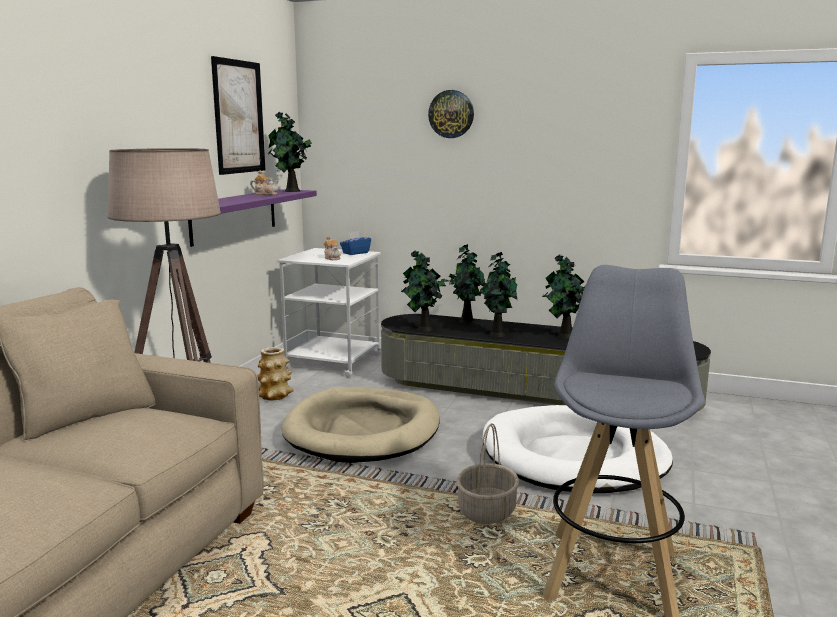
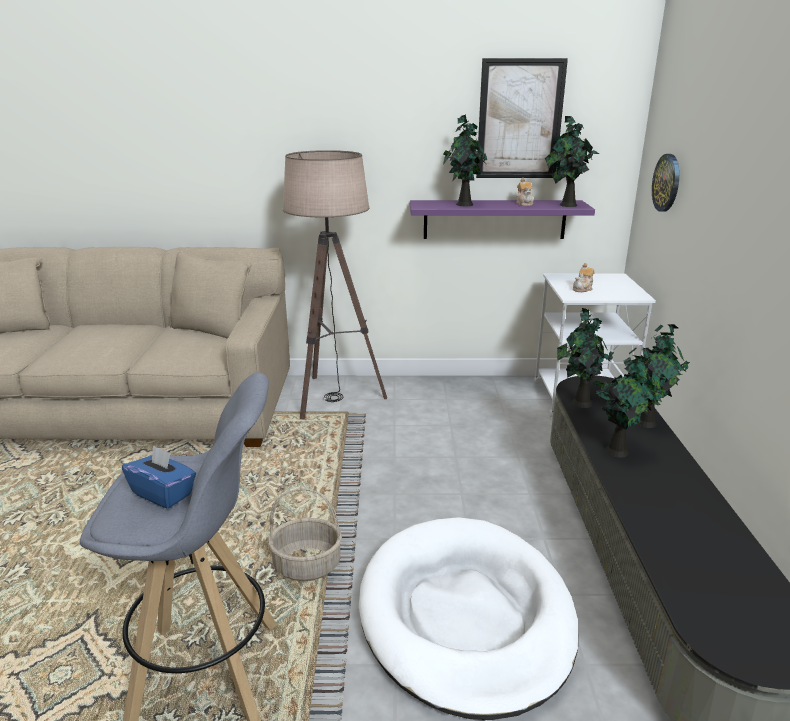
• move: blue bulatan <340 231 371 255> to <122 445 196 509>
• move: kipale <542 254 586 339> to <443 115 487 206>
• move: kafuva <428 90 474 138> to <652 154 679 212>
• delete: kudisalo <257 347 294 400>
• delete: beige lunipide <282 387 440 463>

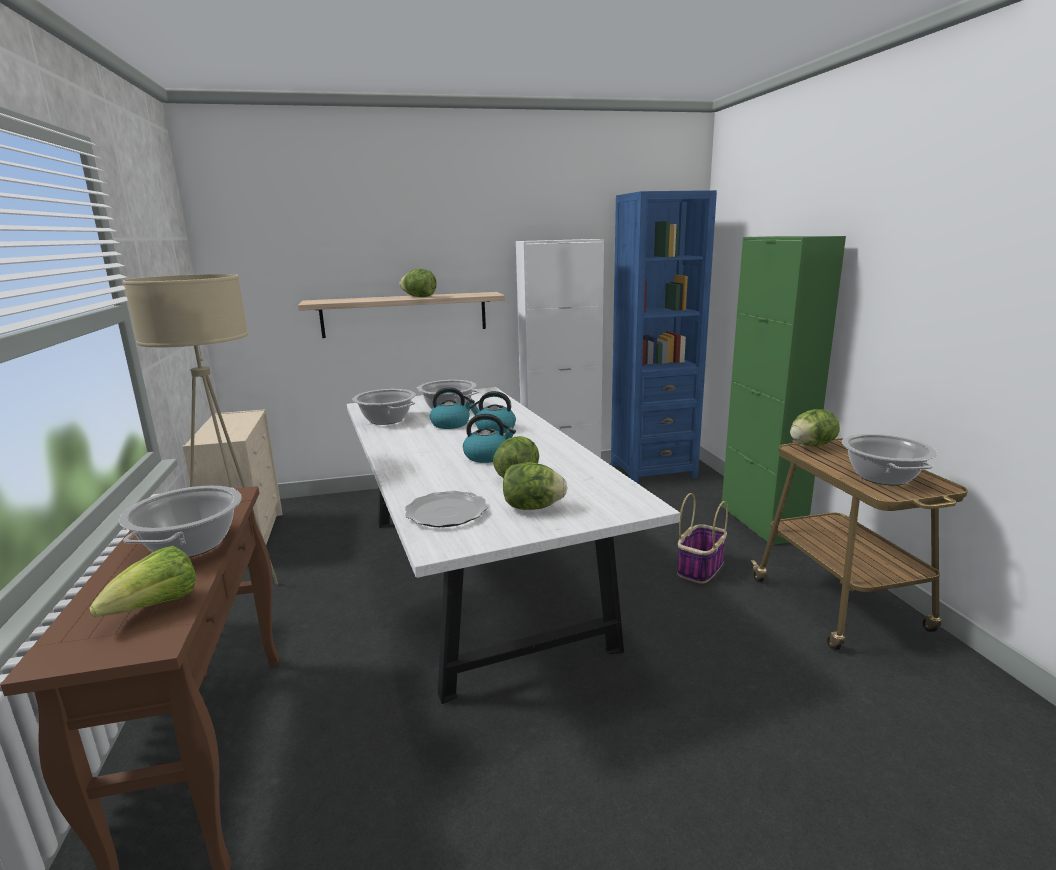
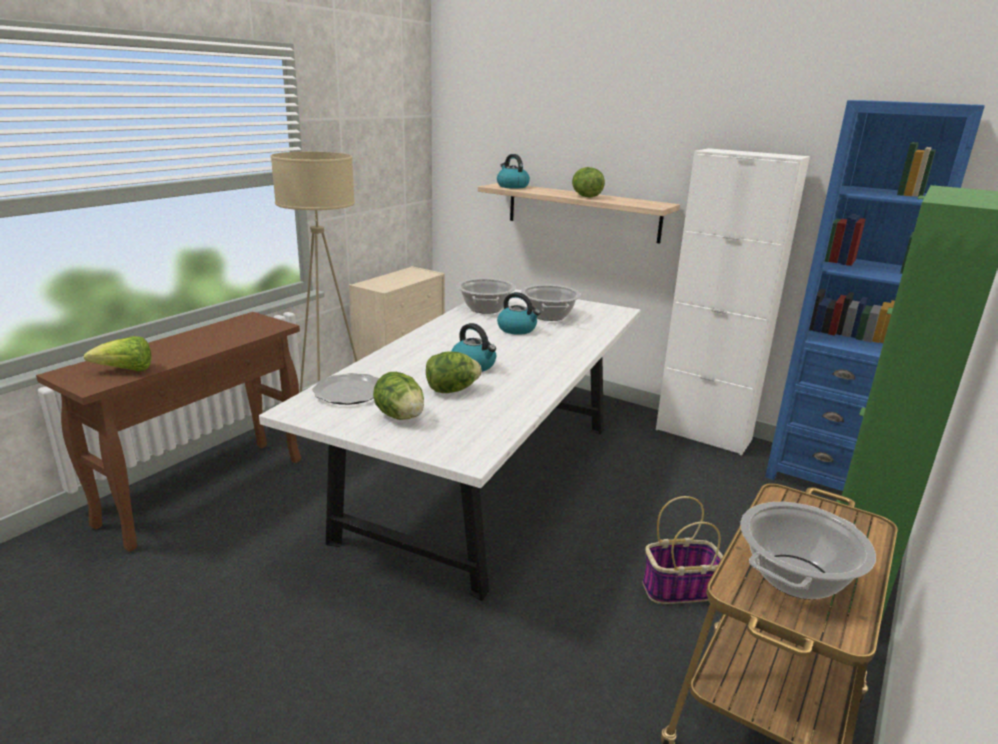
• move: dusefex <469 391 516 433> to <497 154 530 189>
• delete: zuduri <119 486 242 557>
• delete: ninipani <790 409 840 446>

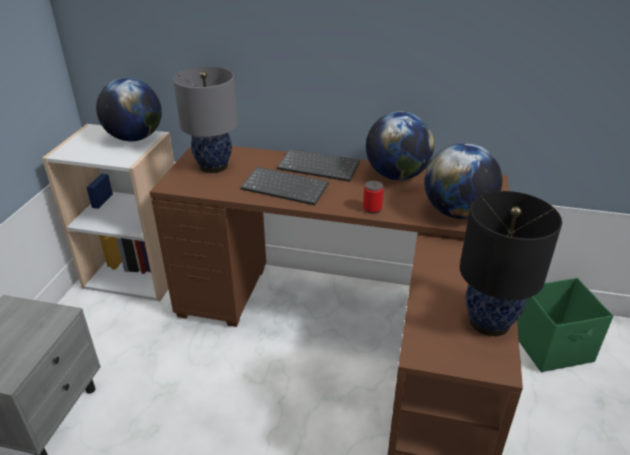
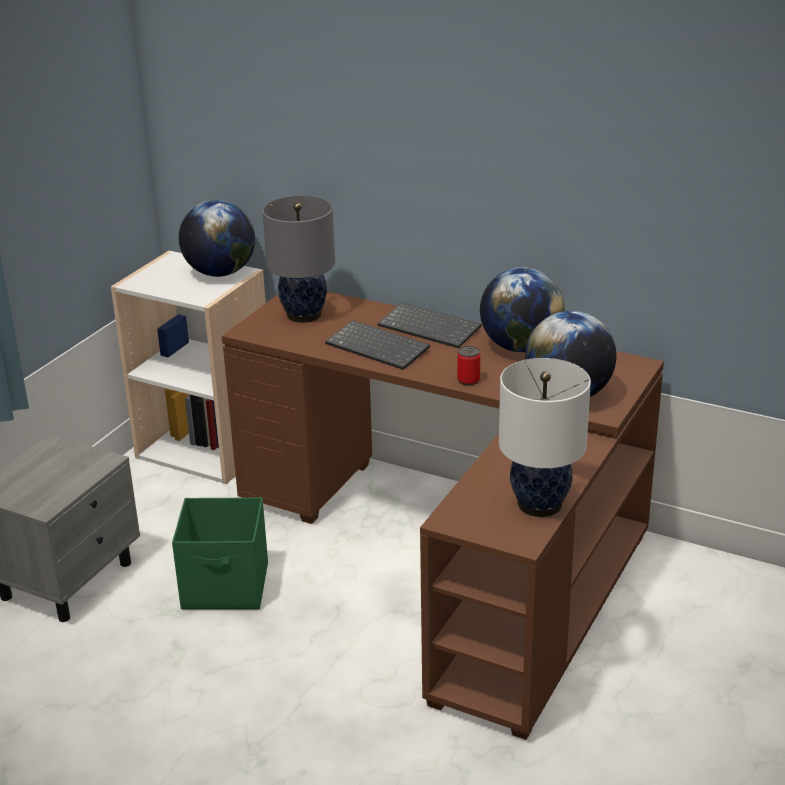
• move: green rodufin <517 278 613 372> to <172 497 268 610>
• recolor: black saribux <460 191 562 336> to white saribux <499 358 591 517>

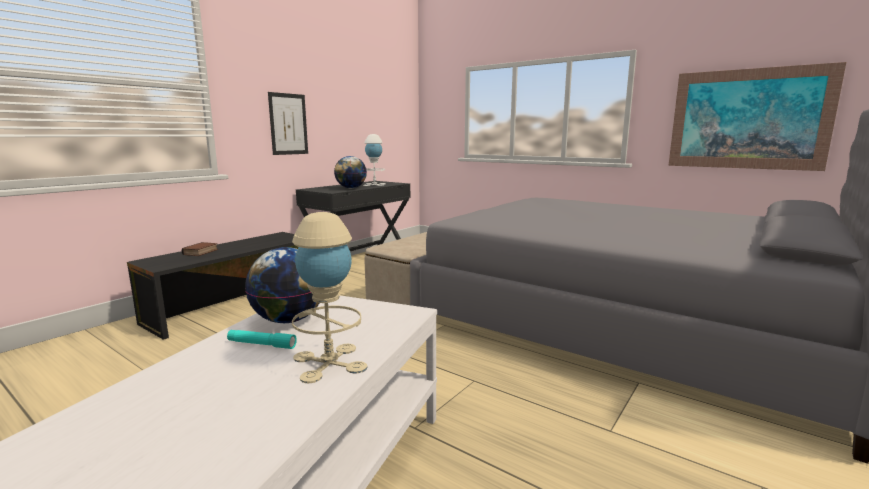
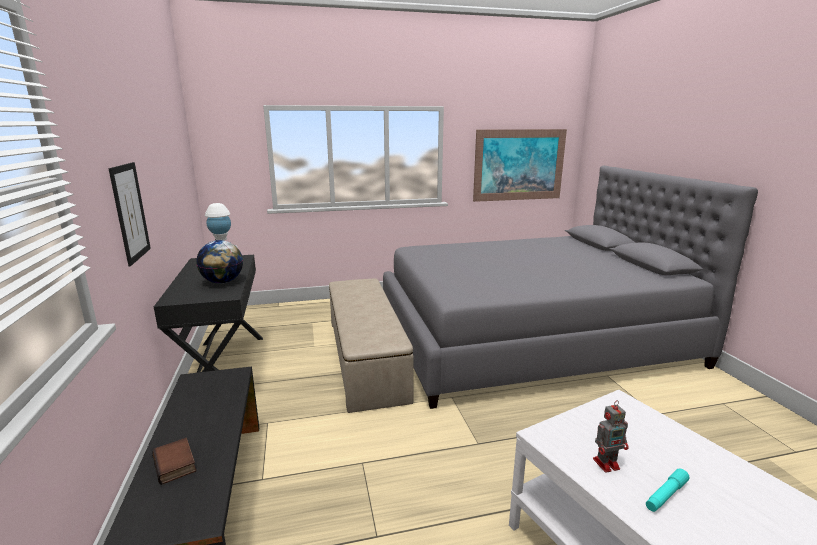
• replace: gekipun <245 247 319 323> to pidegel <593 400 629 473>
• delete: beige saribux <292 212 367 383>

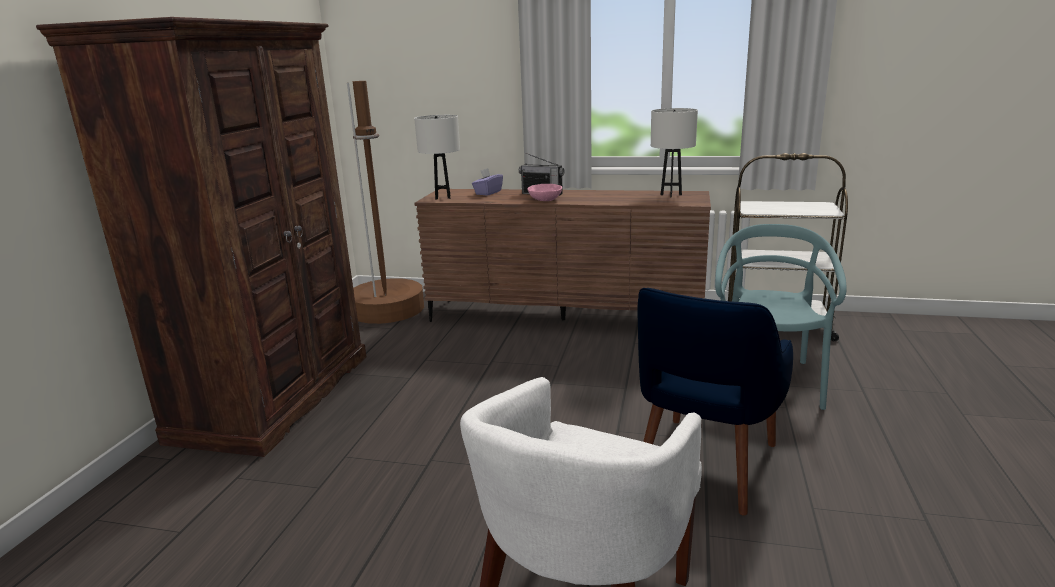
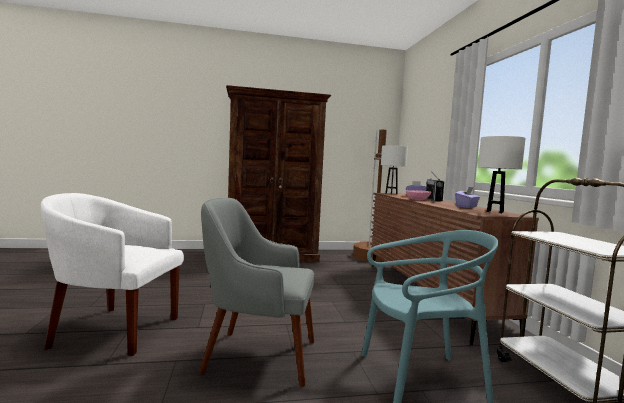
• recolor: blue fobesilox <637 288 793 516> to grey fobesilox <199 198 314 387>
• insert: purple bulatan <455 187 480 208>

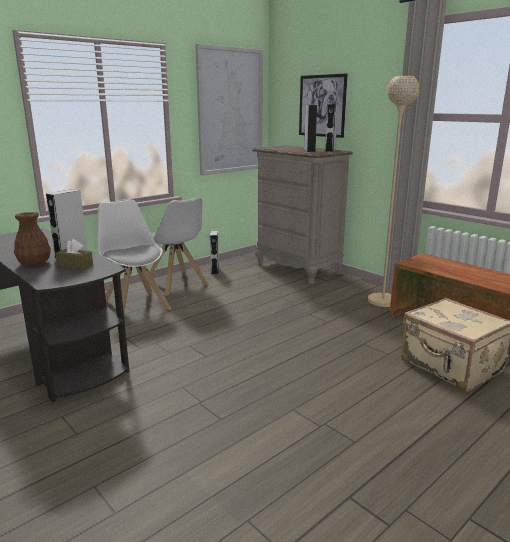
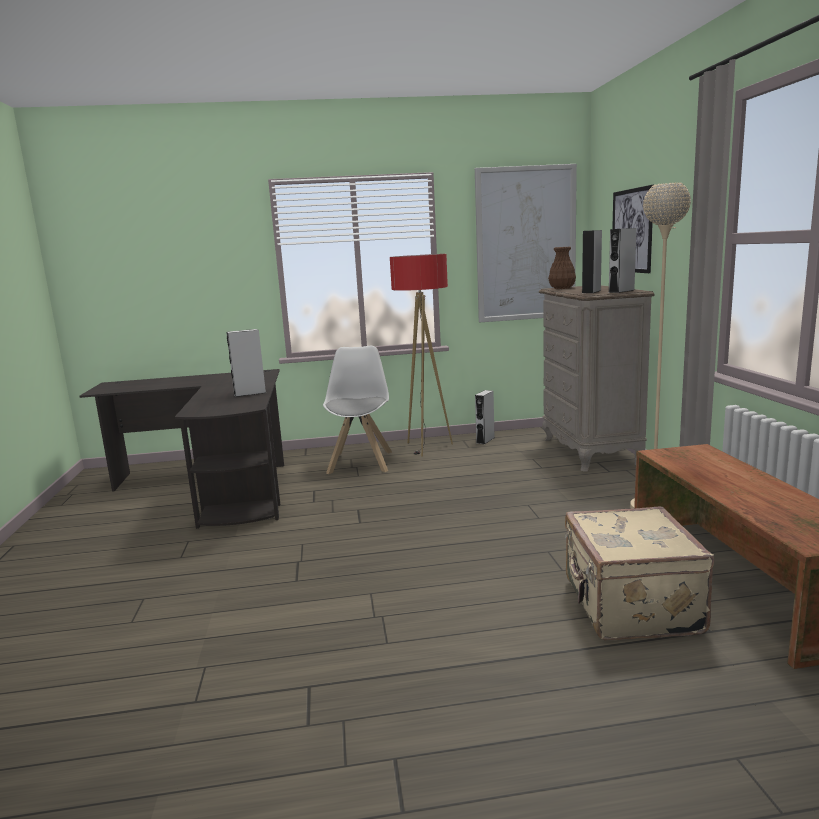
• replace: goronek <150 197 209 296> to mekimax <390 254 453 457>
• move: brown kudisalo <14 212 51 266> to <548 247 576 289>
• delete: brown bulatan <55 239 93 269>

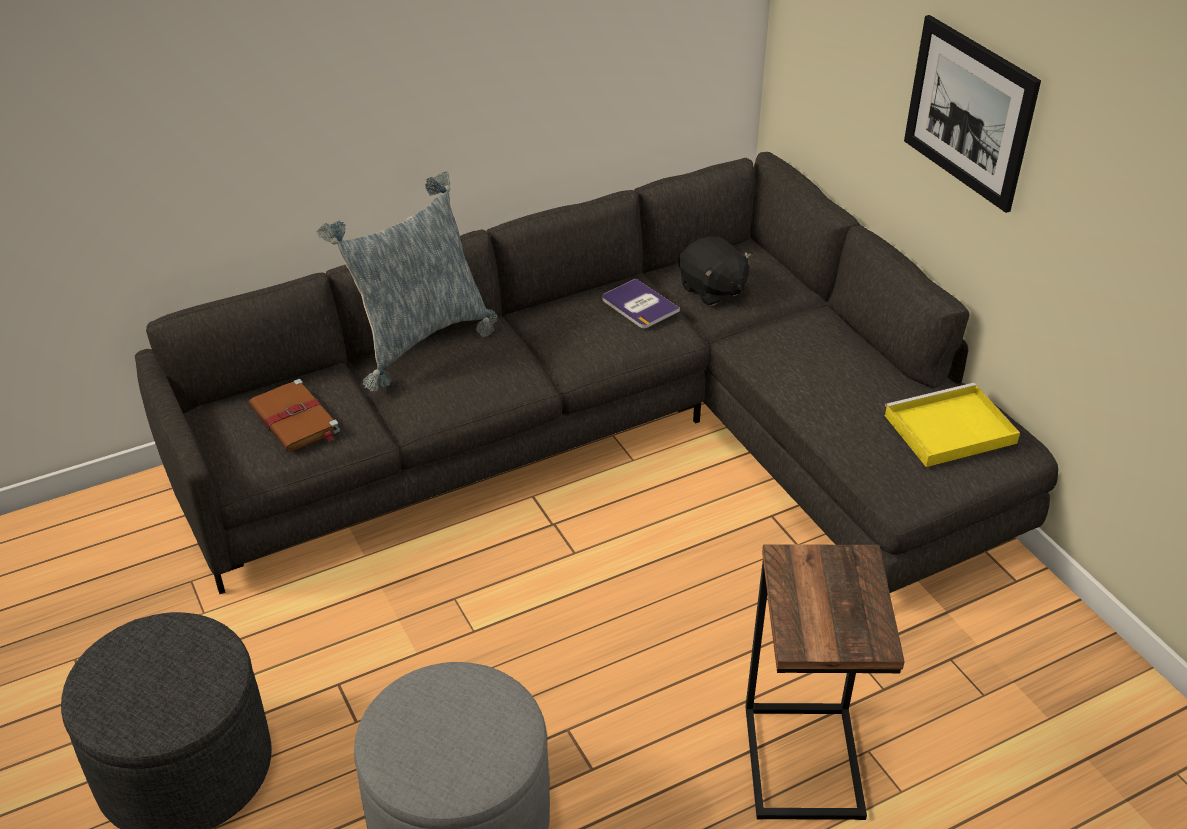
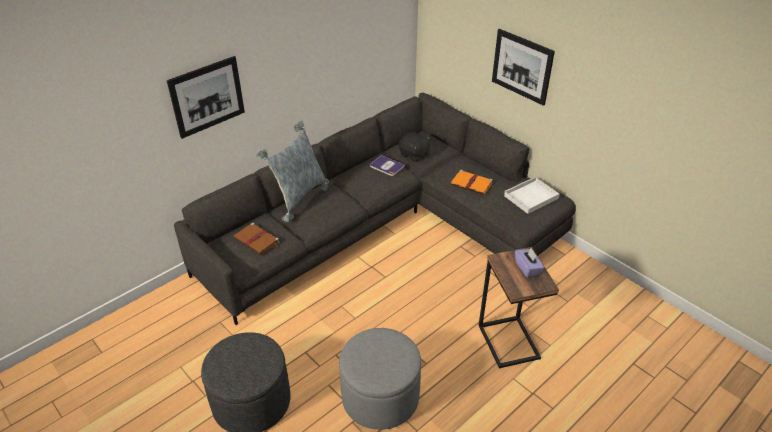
• insert: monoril <167 56 245 139>
• insert: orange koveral <451 170 493 195>
• recolor: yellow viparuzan <884 383 1020 467> to white viparuzan <504 177 560 214>
• insert: purple bulatan <515 248 544 278>

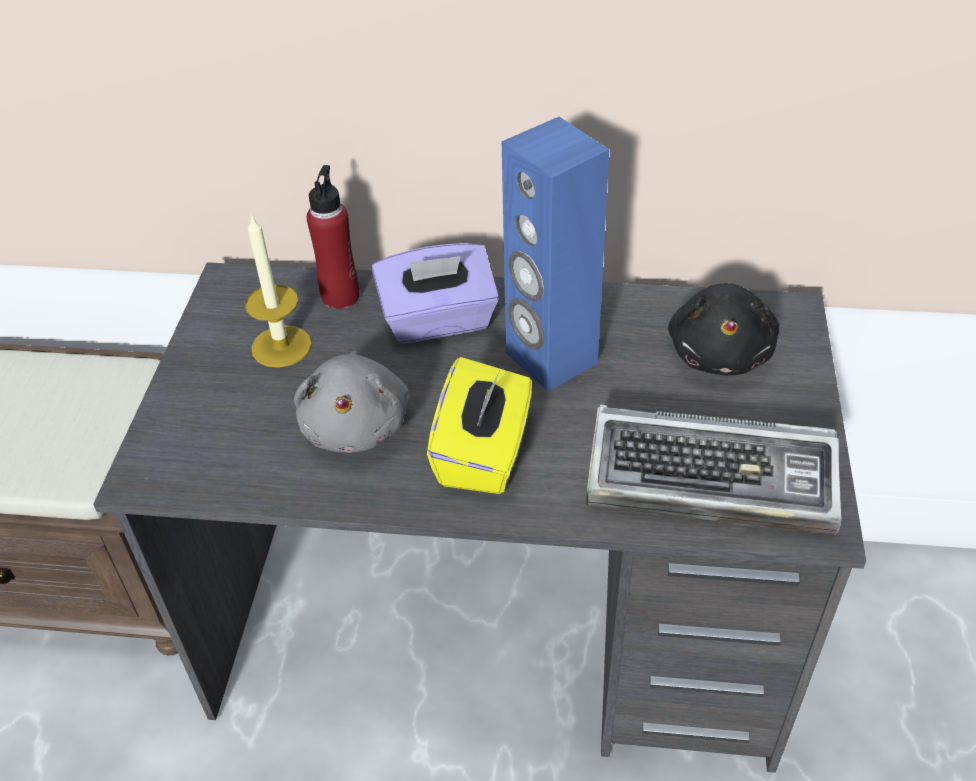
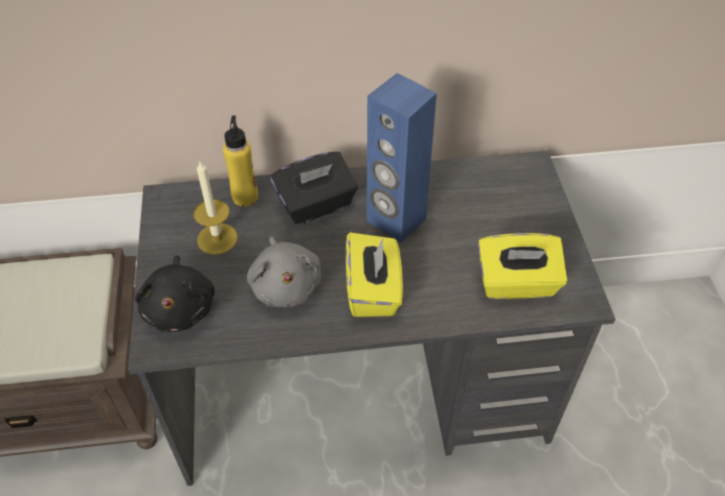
• move: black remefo <668 283 779 375> to <135 255 215 332>
• recolor: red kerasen <307 165 359 309> to yellow kerasen <223 115 258 207>
• recolor: purple bulatan <372 243 499 344> to black bulatan <270 152 358 225>
• replace: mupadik <586 404 841 535> to yellow bulatan <478 233 567 299>

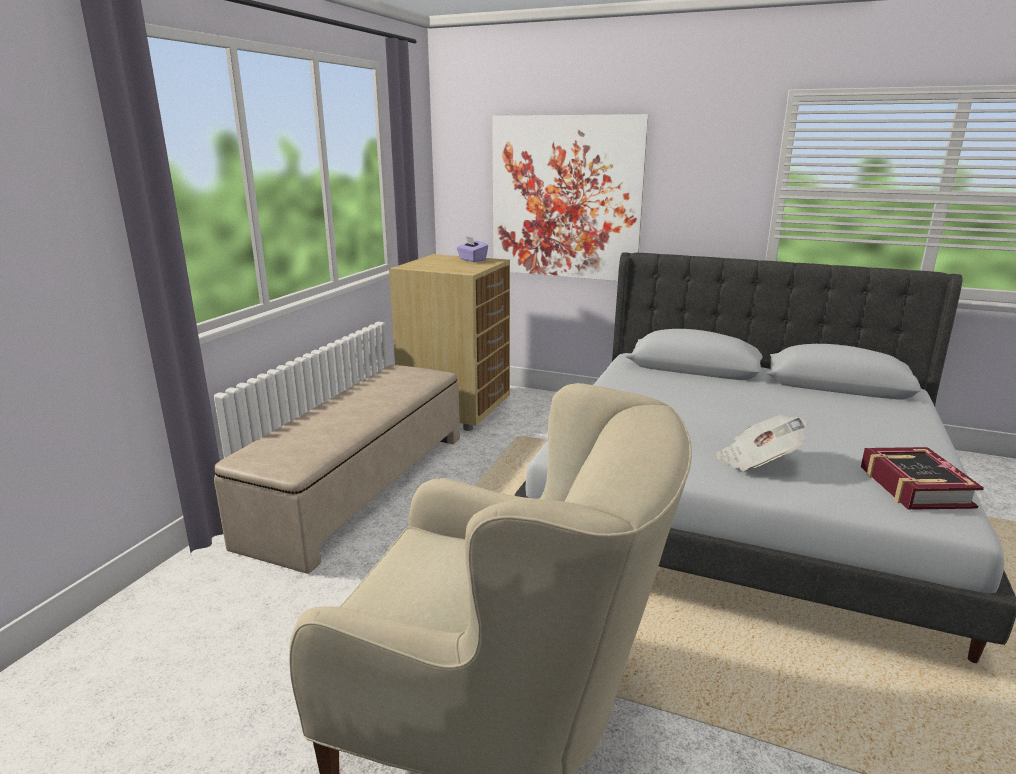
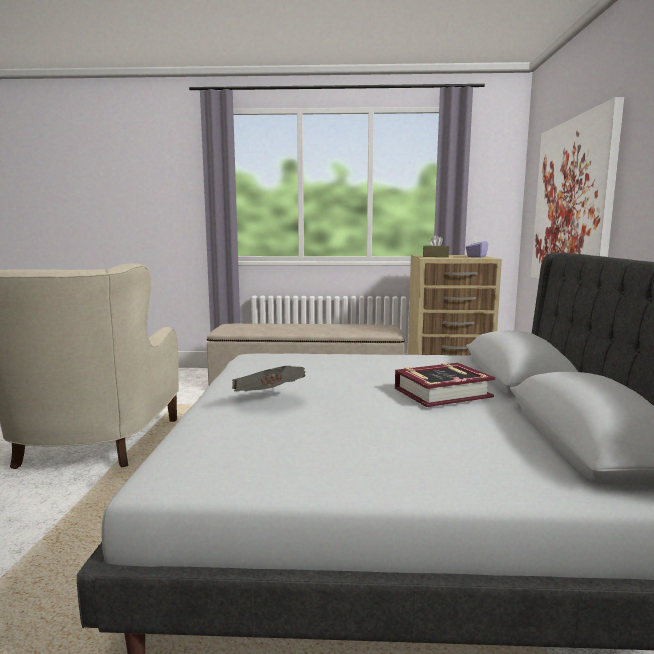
• move: koveral <861 447 984 510> to <395 363 495 407>
• insert: brown bulatan <423 235 449 257>

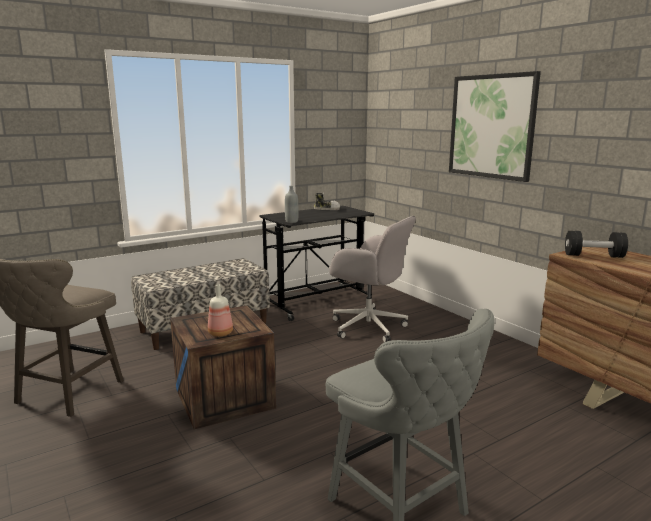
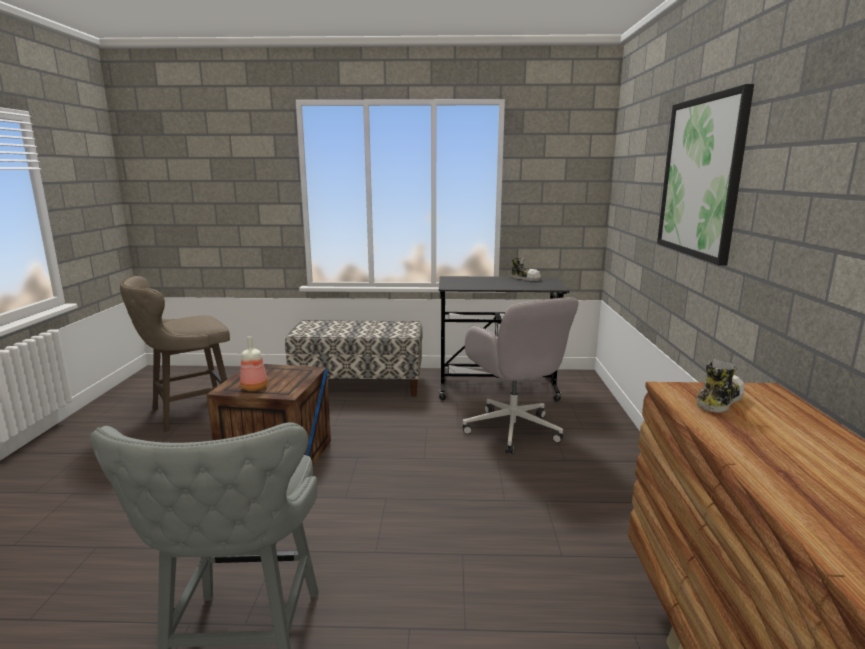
• replace: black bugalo <565 231 628 258> to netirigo <697 360 744 413>
• delete: grey kerasen <285 186 298 223>

